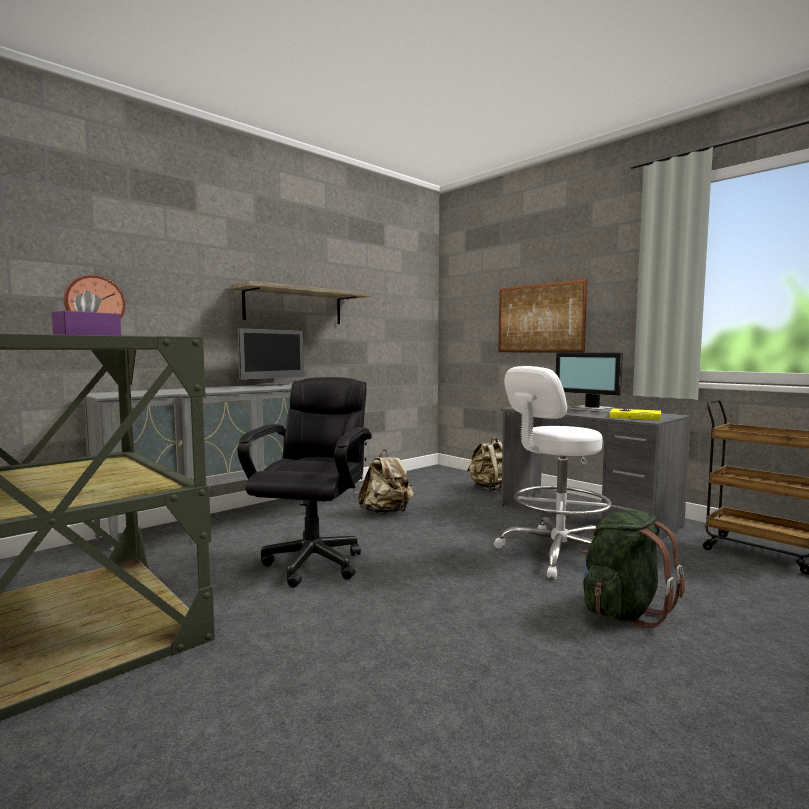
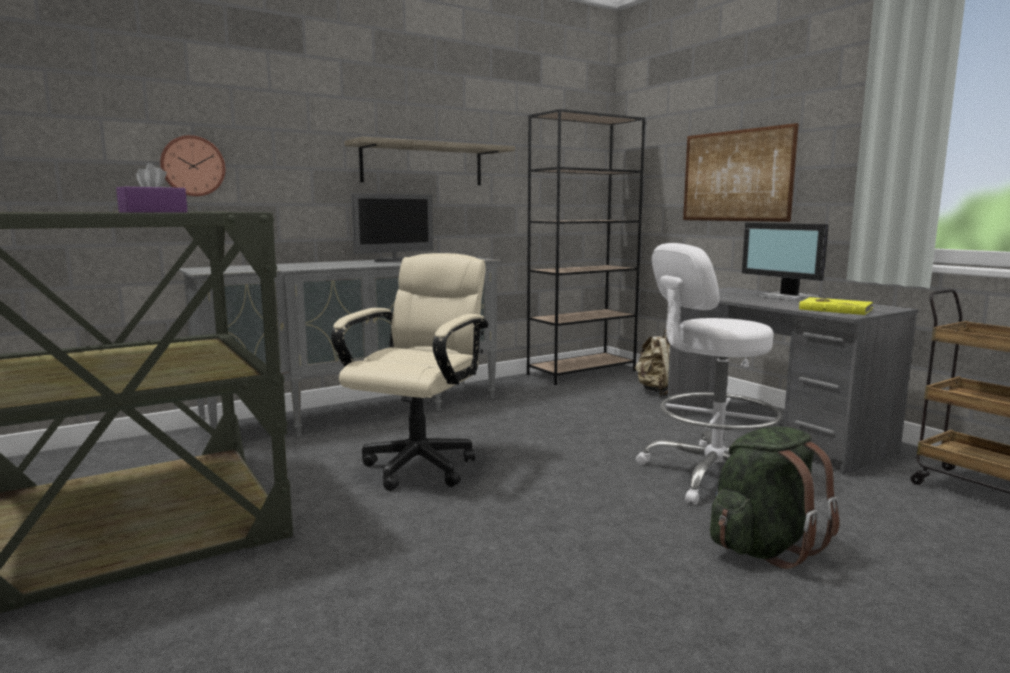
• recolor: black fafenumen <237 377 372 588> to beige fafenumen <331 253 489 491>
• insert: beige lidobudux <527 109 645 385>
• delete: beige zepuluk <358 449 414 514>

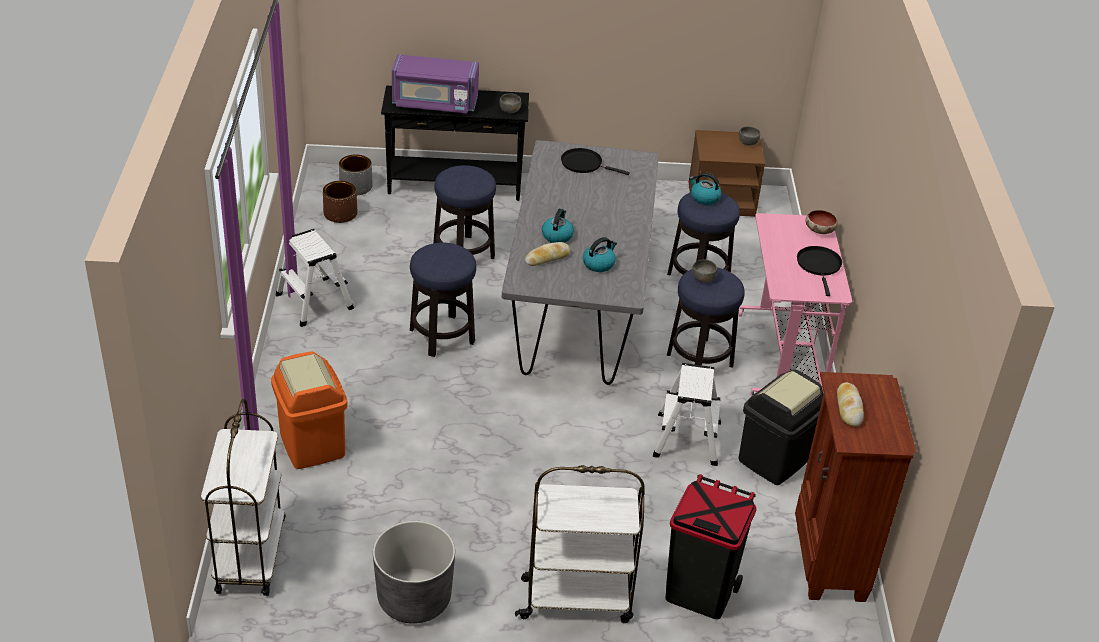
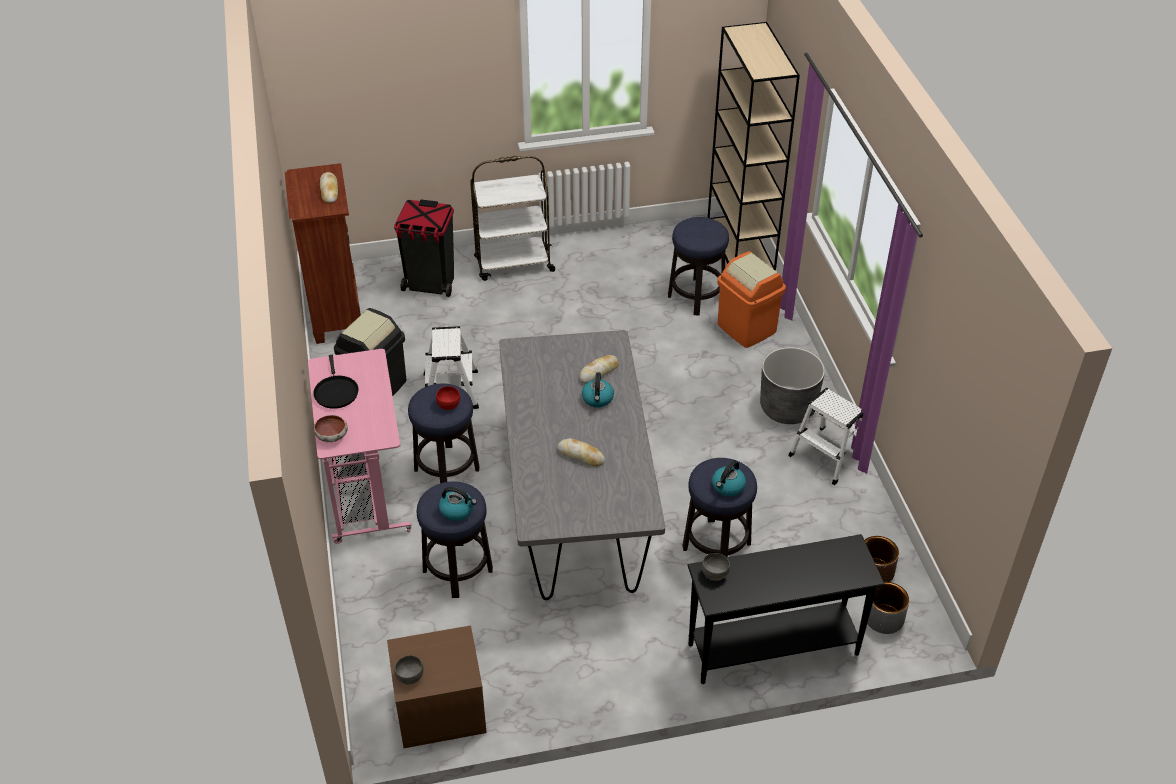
• recolor: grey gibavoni <692 259 717 283> to red gibavoni <436 386 460 410>
• insert: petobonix <557 438 605 467>
• move: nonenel <410 243 476 357> to <668 217 729 315>
• replace: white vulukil <201 399 285 596> to beige lidobudux <707 22 800 271>
• move: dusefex <583 237 617 272> to <712 460 746 496>
• move: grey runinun <373 521 455 624> to <760 347 825 424>
• delete: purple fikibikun <392 54 479 113>
• delete: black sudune <561 148 630 175>

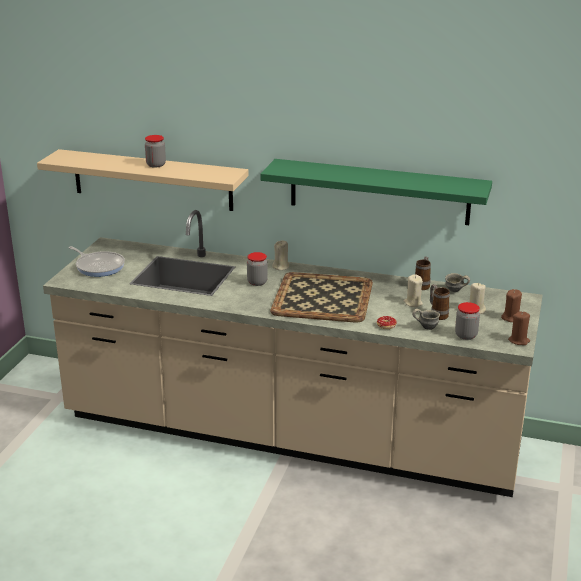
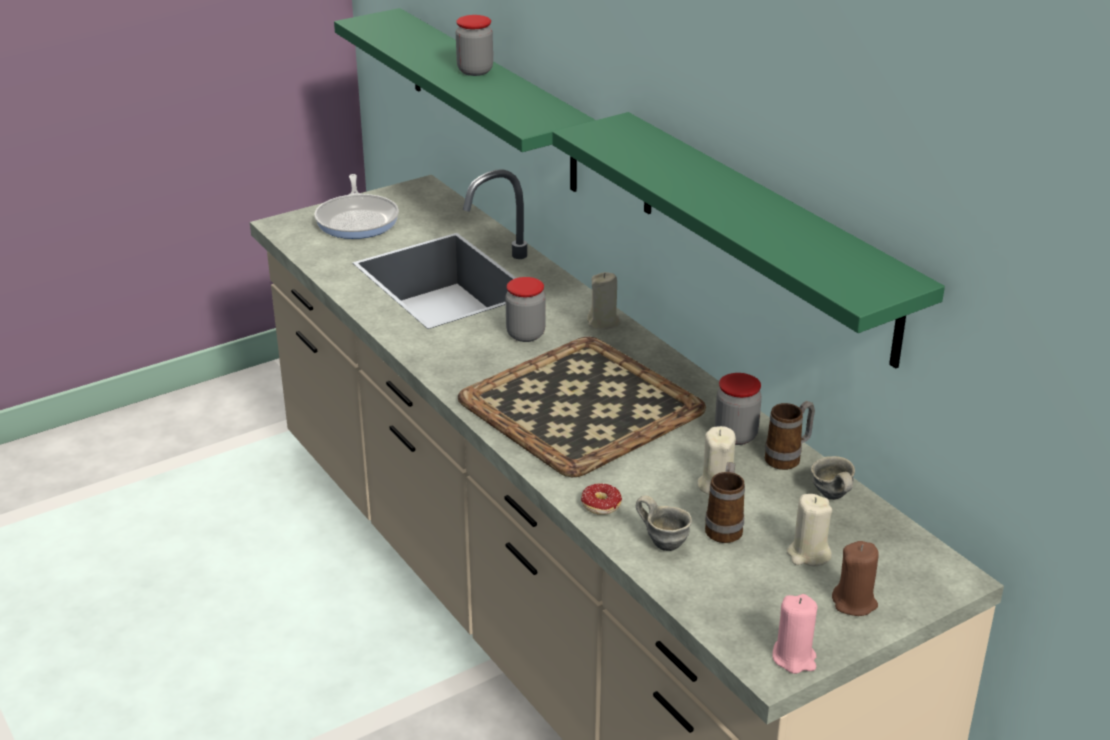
• recolor: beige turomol <37 149 249 211> to green turomol <334 8 595 192>
• move: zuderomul <455 302 480 340> to <715 373 762 445>
• recolor: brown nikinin <508 312 530 345> to pink nikinin <772 594 817 674>

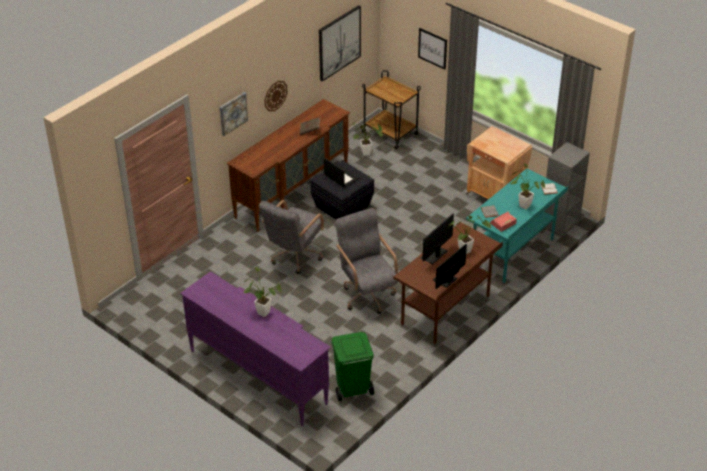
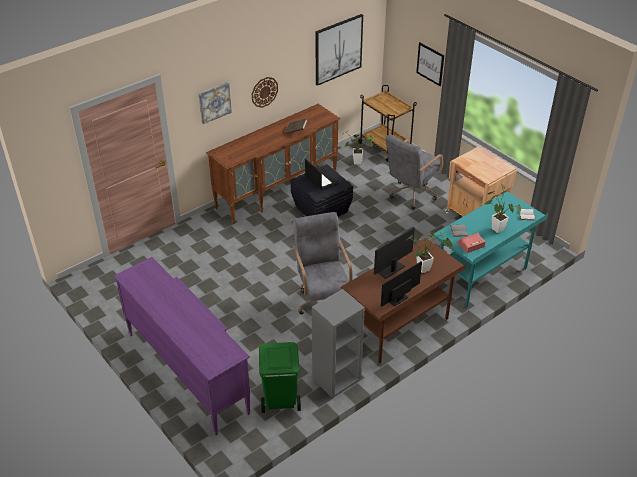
• move: grey lidobudux <544 142 590 236> to <312 289 365 398>
• move: grey fafenumen <259 200 325 274> to <385 134 444 209>
• delete: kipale <243 267 282 317>

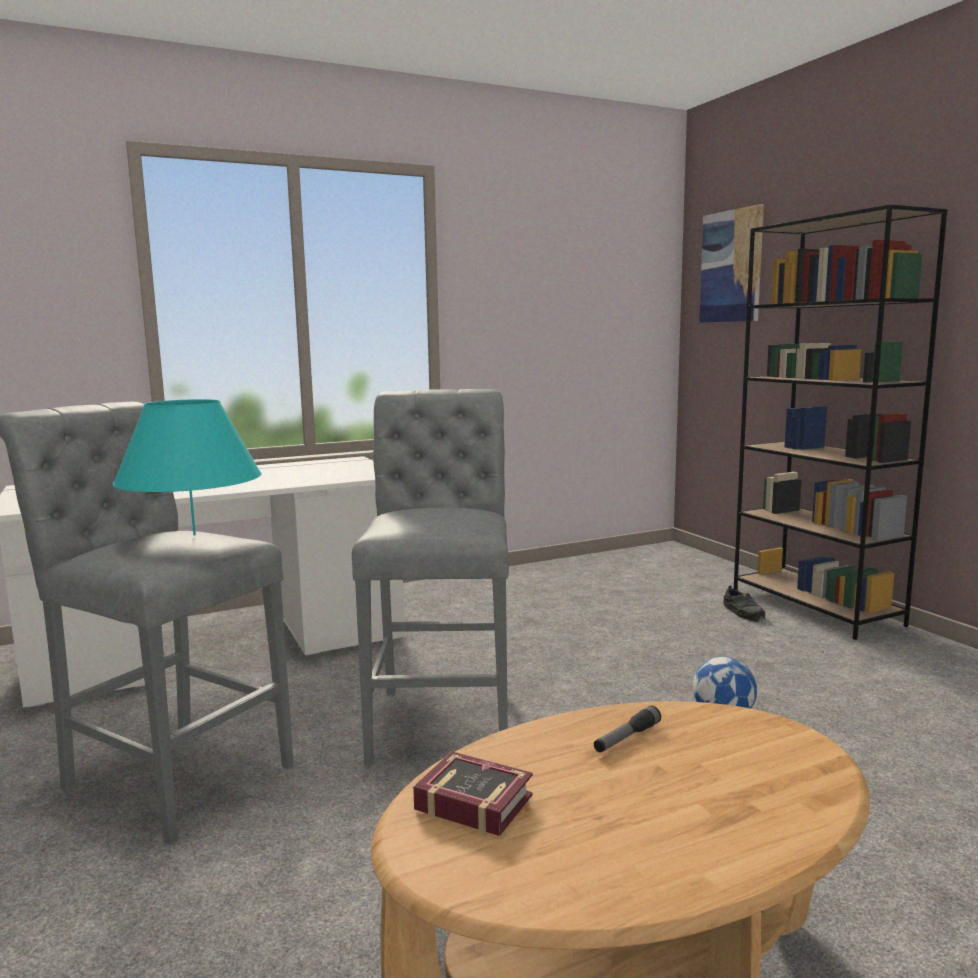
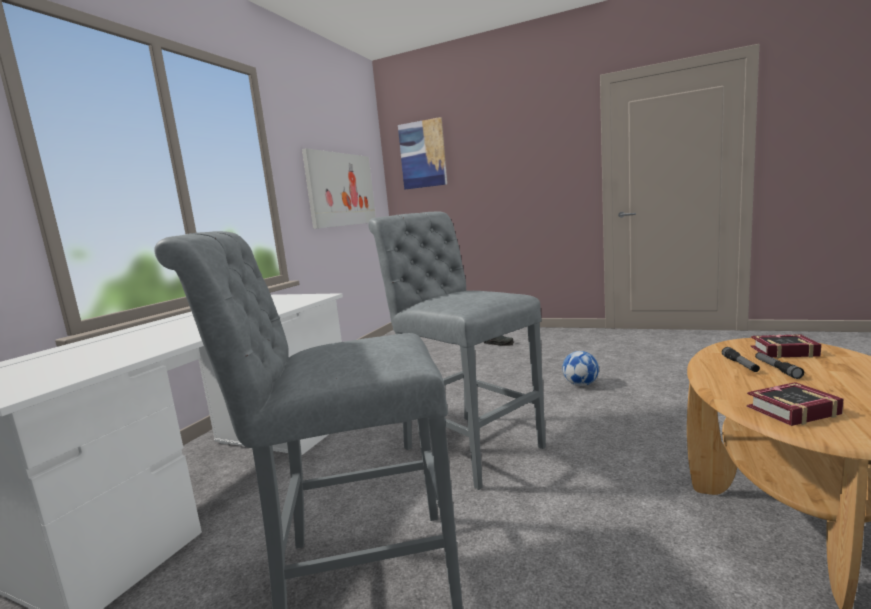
• insert: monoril <302 148 376 229>
• insert: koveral <751 334 821 358>
• insert: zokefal <755 352 804 379>
• delete: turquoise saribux <113 399 262 536>
• delete: beige lidobudux <734 205 947 640>

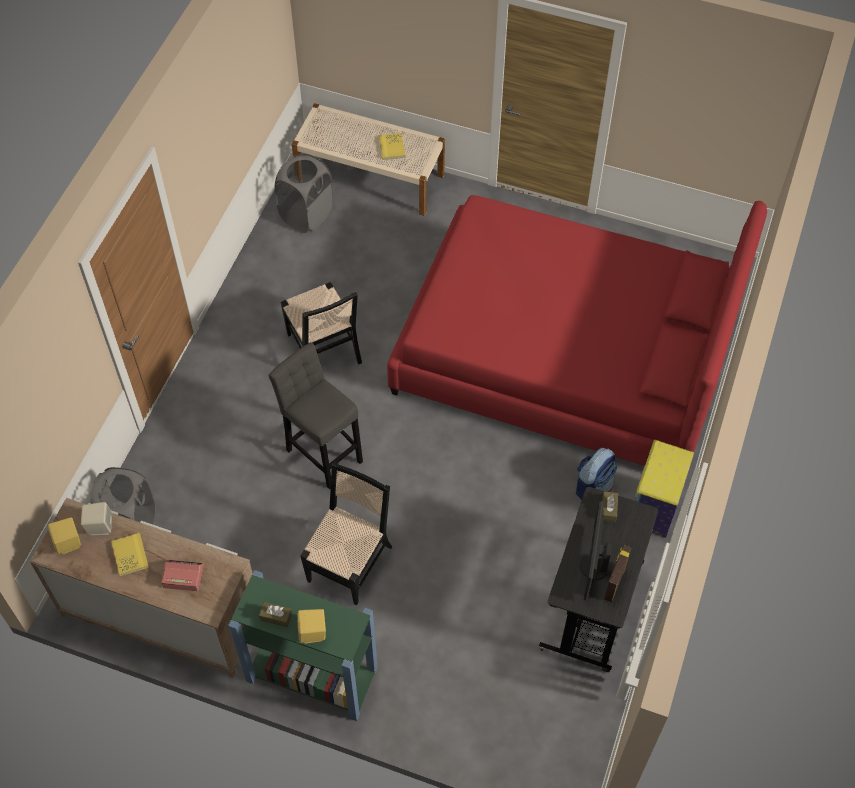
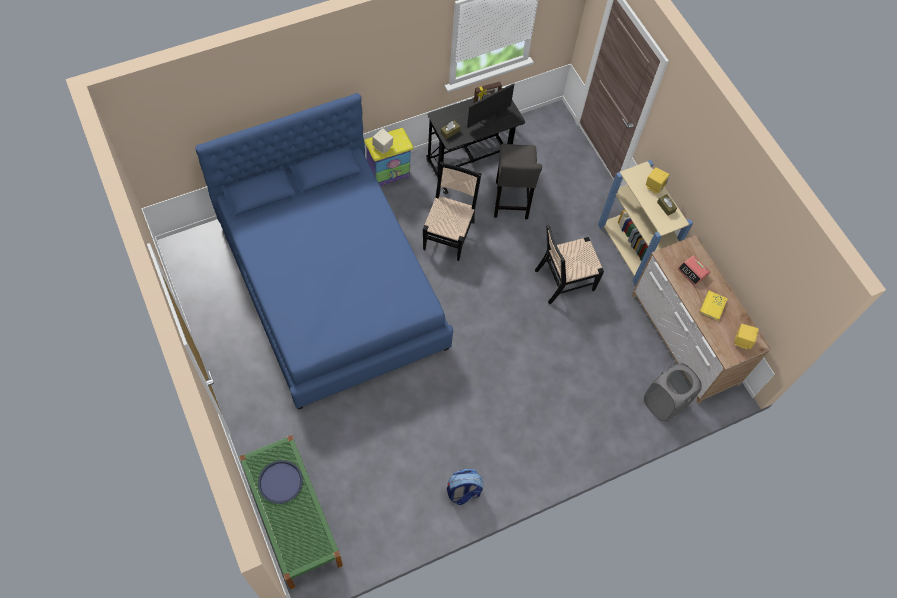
• recolor: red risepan <387 195 767 466> to blue risepan <195 93 453 410>
• recolor: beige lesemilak <292 103 445 216> to green lesemilak <239 435 343 589>
• replace: yellow koveral <379 133 405 160> to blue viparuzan <258 460 303 504>
• move: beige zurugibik <81 502 112 536> to <372 128 393 154>
• move: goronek <281 282 362 364> to <423 161 482 261>
• move: zepuluk <576 448 617 500> to <447 469 483 505>
• move: grey nonenel <269 342 363 489> to <494 144 542 219>
• recolor: green lidobudux <228 570 378 721> to beige lidobudux <598 160 693 285>
• delete: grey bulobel <275 154 334 233>

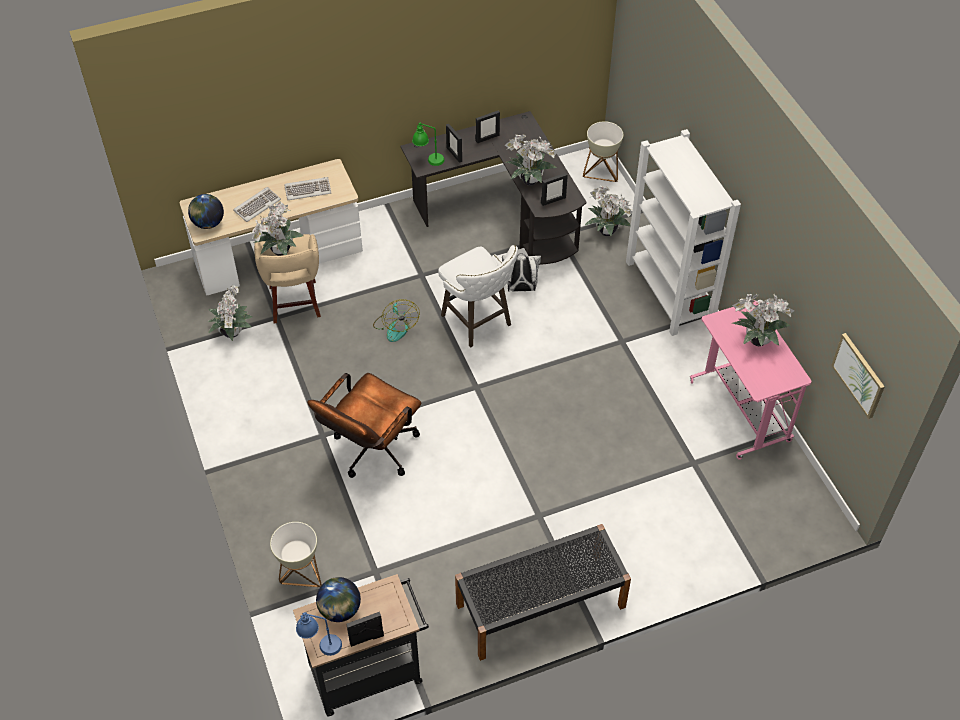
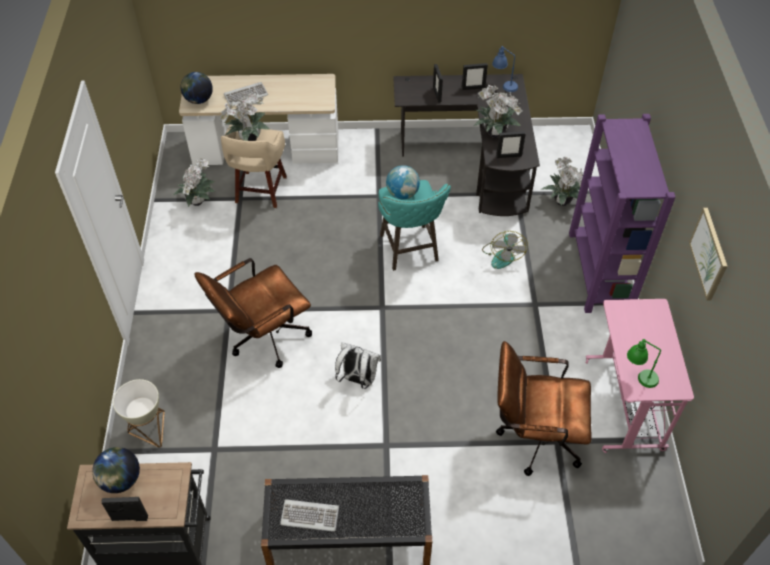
• move: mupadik <284 177 331 200> to <280 499 339 532>
• move: white zepuluk <502 253 541 292> to <335 342 381 389>
• recolor: white nonenel <438 245 518 348> to turquoise nonenel <378 180 451 271>
• insert: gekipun <386 165 420 199>
• move: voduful <373 299 420 342> to <482 231 528 269>
• move: blue saribux <296 612 342 656> to <492 46 518 92>
• insert: brown fafenumen <496 341 592 476>
• recolor: white lidobudux <626 129 741 336> to purple lidobudux <569 114 675 313>
• move: green saribux <412 122 445 166> to <627 339 661 388>
• move: monoril <831 333 885 419> to <689 208 727 301>
• delete: runinun <583 121 623 182>
• delete: kipale <732 294 794 346>

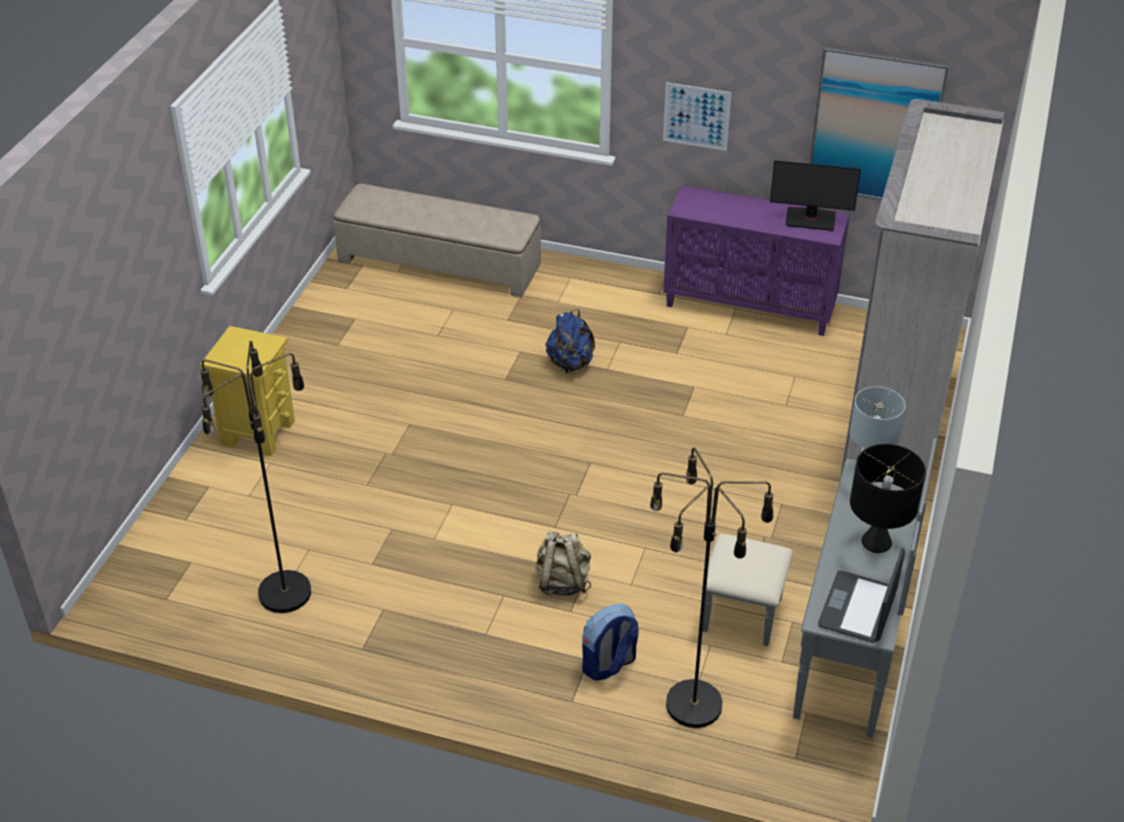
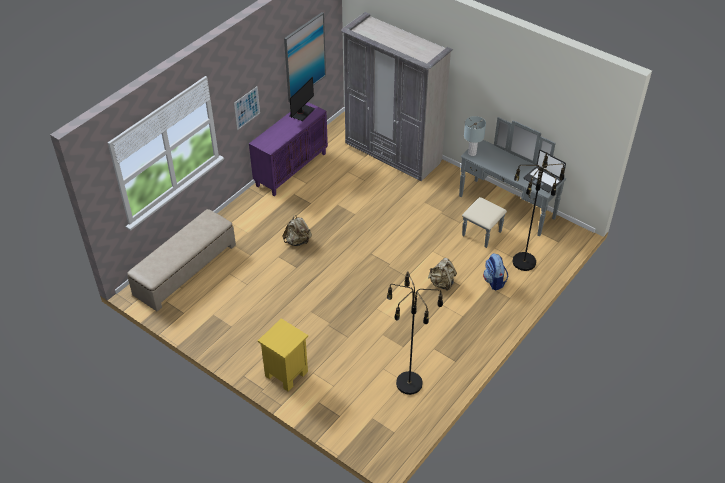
• recolor: blue zepuluk <545 309 595 373> to beige zepuluk <283 215 312 246>
• delete: black saribux <850 444 926 553>

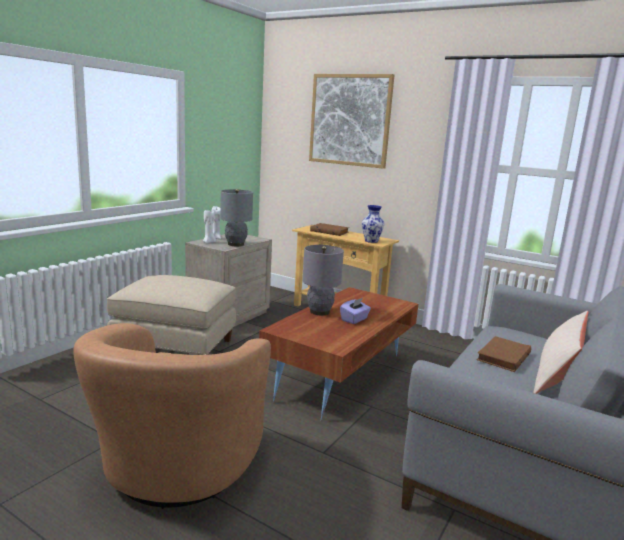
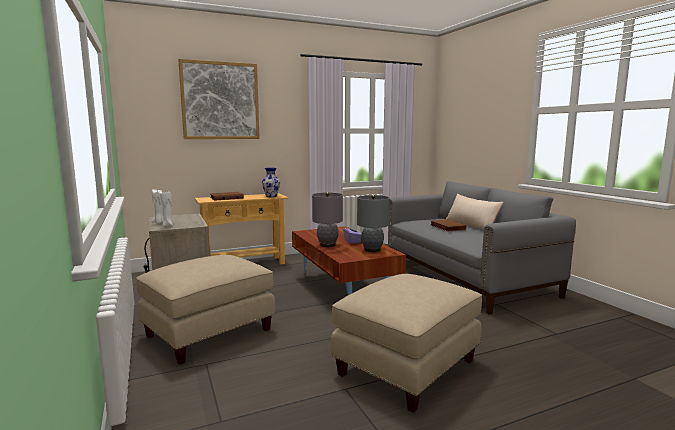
• replace: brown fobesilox <73 323 271 509> to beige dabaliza <331 274 482 413>
• move: grey saribux <220 189 253 246> to <357 195 389 252>

